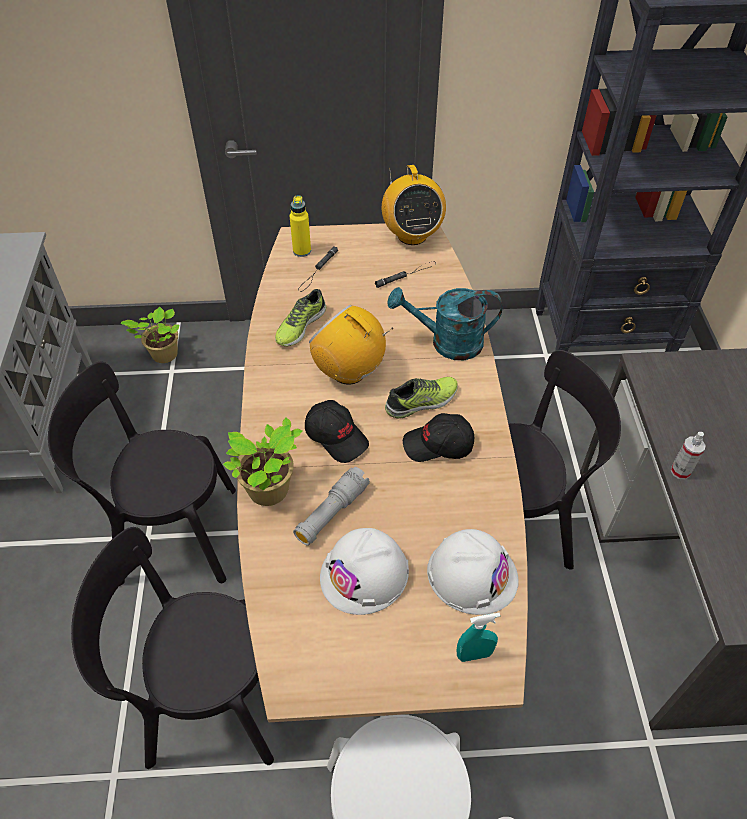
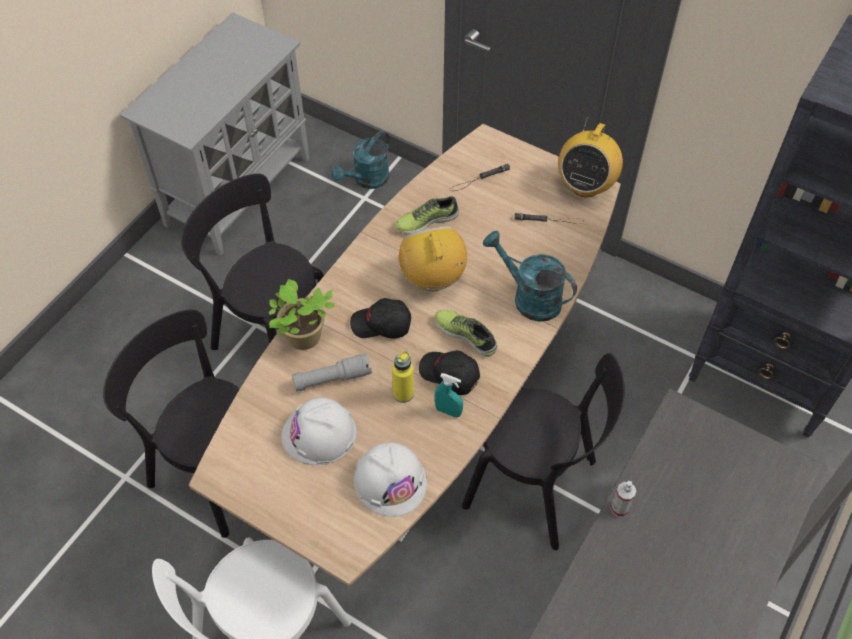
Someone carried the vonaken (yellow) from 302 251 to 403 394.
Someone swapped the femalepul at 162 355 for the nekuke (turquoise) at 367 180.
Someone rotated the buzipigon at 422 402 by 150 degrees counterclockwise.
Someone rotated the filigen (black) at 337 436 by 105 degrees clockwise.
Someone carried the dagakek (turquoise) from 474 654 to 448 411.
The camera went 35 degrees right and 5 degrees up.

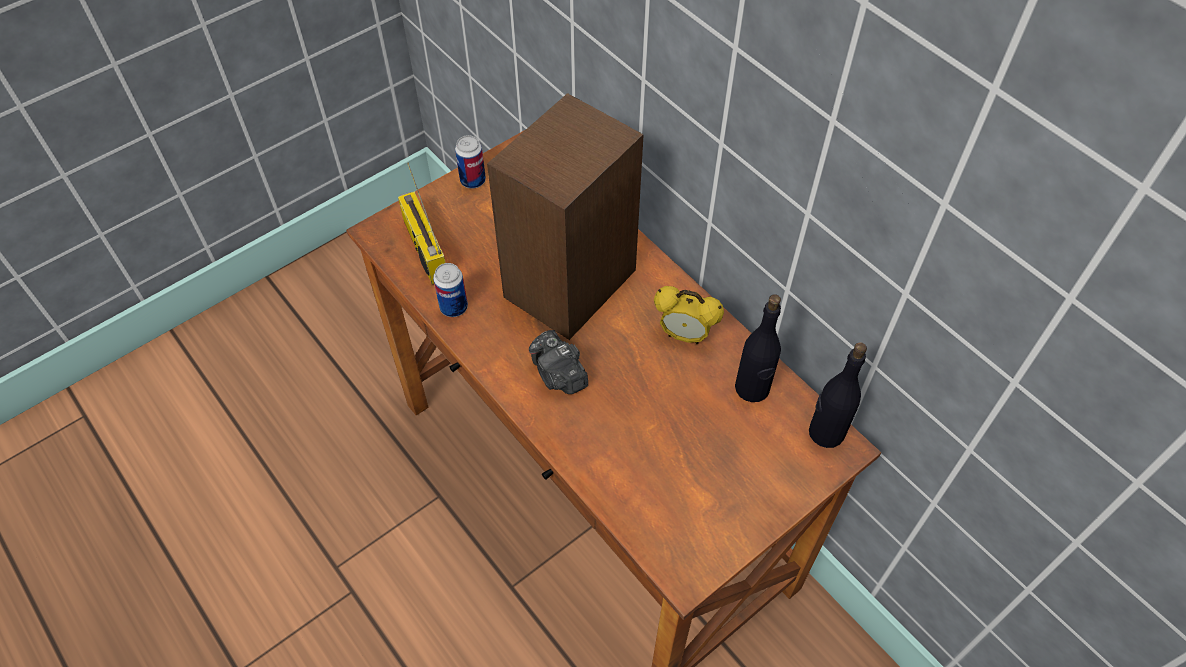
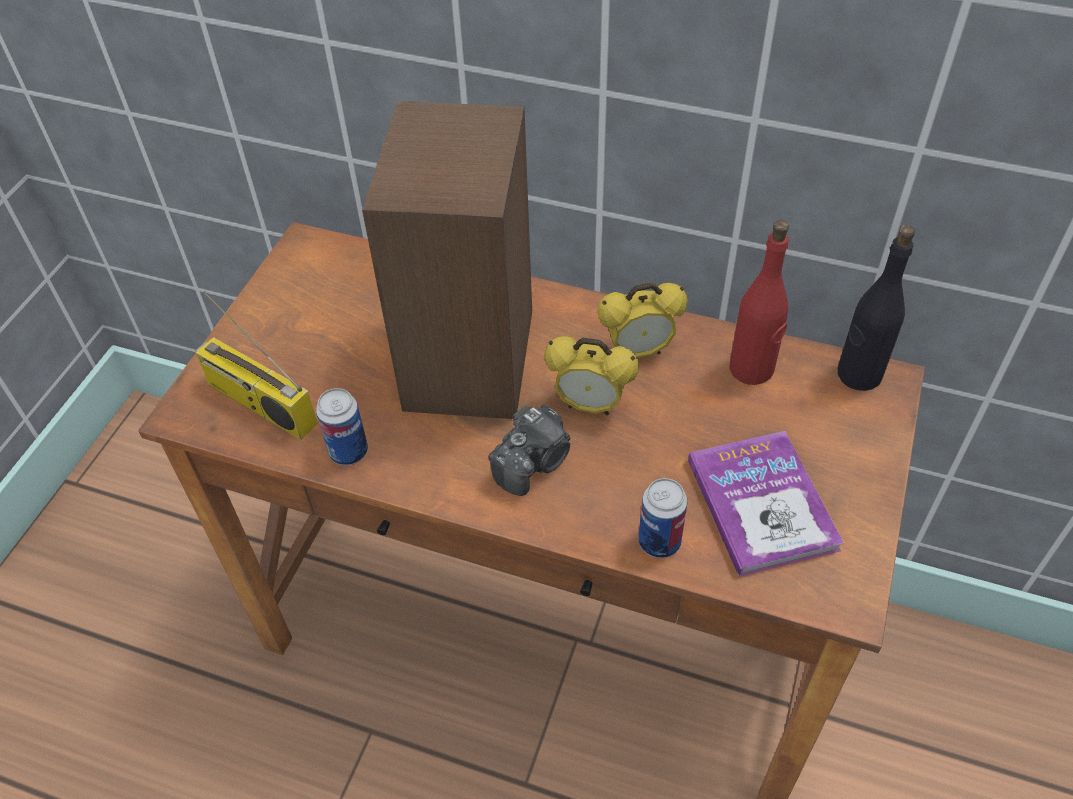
Someone carried the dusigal from 473 180 to 659 542.
Someone repainted the vonaken (black) at 752 388, which became the vonaken (red) at 752 369.
Someone rotated the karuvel at 558 375 by 75 degrees counterclockwise.
Someone put down the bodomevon at 590 405.
Someone put down the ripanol at 761 504.
The camera went 30 degrees left and 5 degrees down.

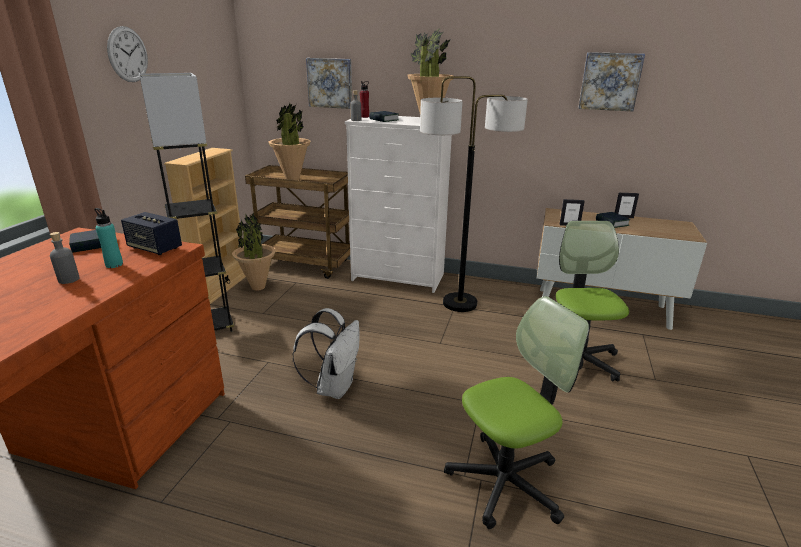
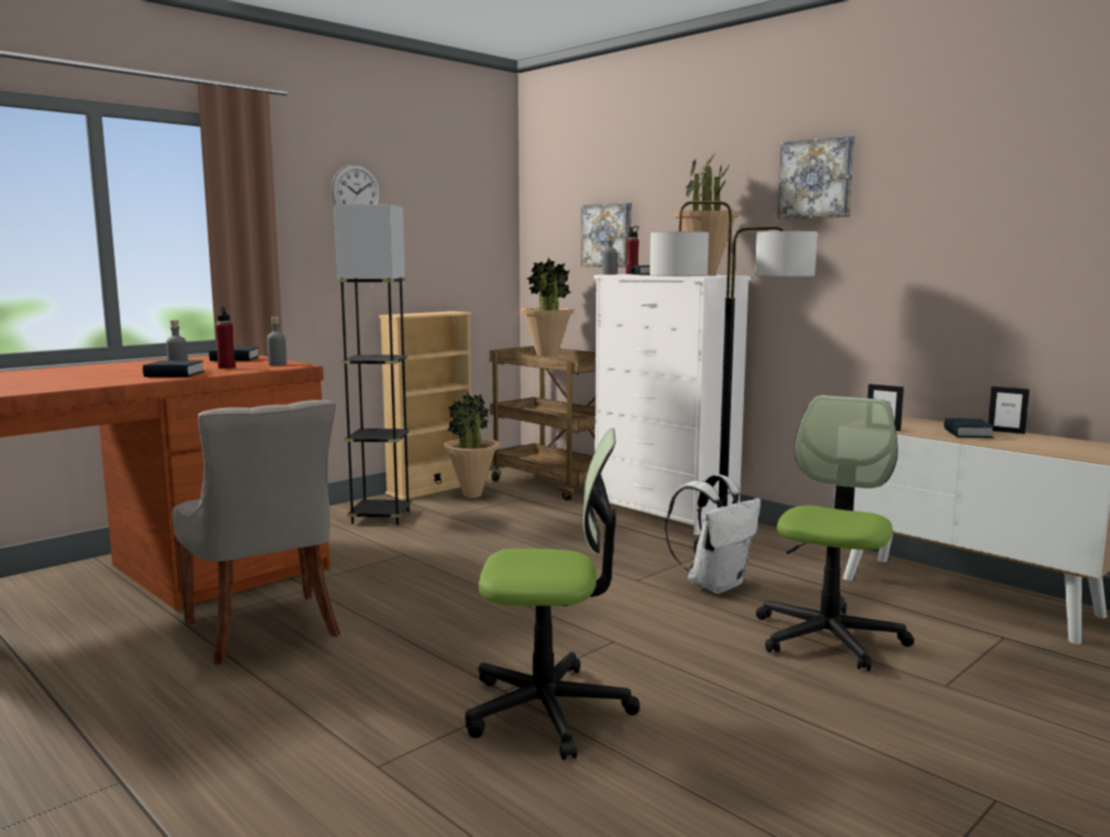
Someone carried the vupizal from 610 81 to 817 179.
Someone repainted the vonaken (turquoise) at 114 264, which became the vonaken (red) at 226 367.
Someone swapped the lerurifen at 155 248 for the vonaken (grey) at 277 364.
Someone carried the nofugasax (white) from 334 387 to 715 584.
Someone put down the ripanol at 174 375.
Someone put down the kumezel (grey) at 265 629.
The camera went 30 degrees right and 15 degrees down.

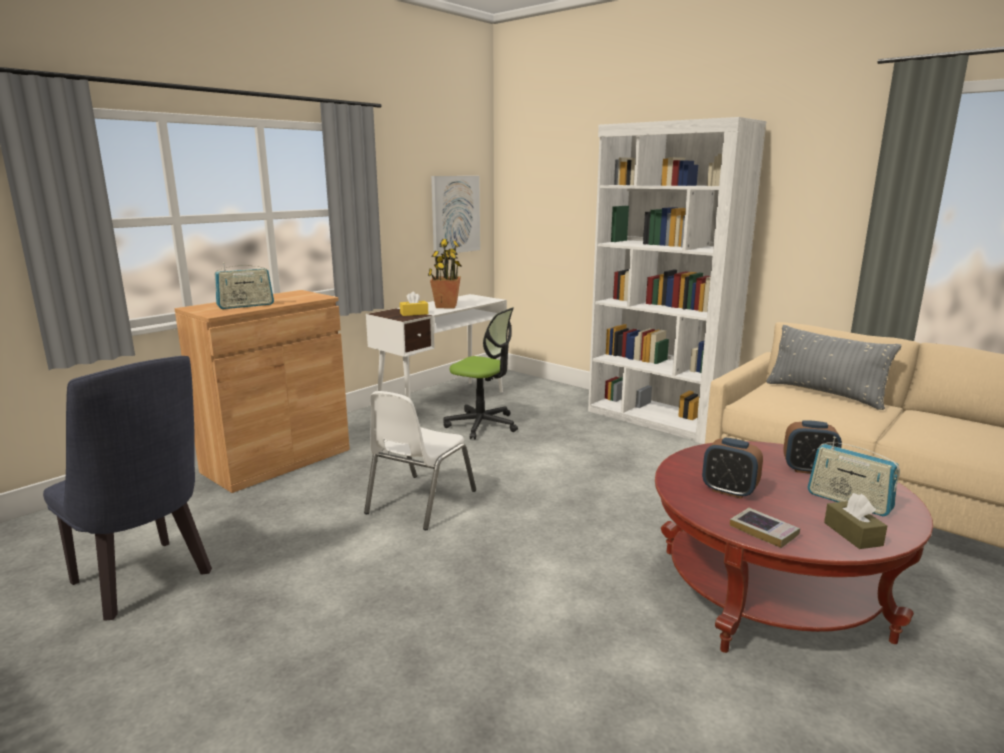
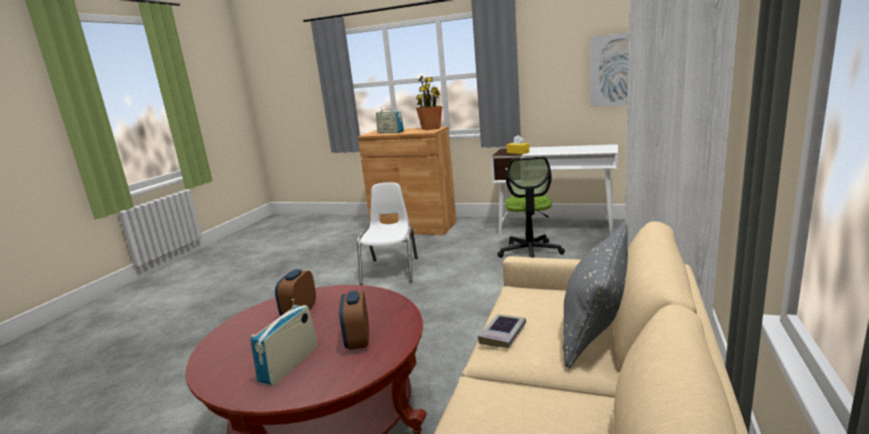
Someone carried the femalepul from 446 306 to 430 128.
Someone took away the kumezel (blue) at 147 582.
Someone rotated the kumezel (white) at 420 502 by 90 degrees clockwise.
Someone took away the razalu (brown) at 852 534.
Someone carried the ripanol from 763 531 to 503 334.
The camera went 70 degrees right and 0 degrees up.

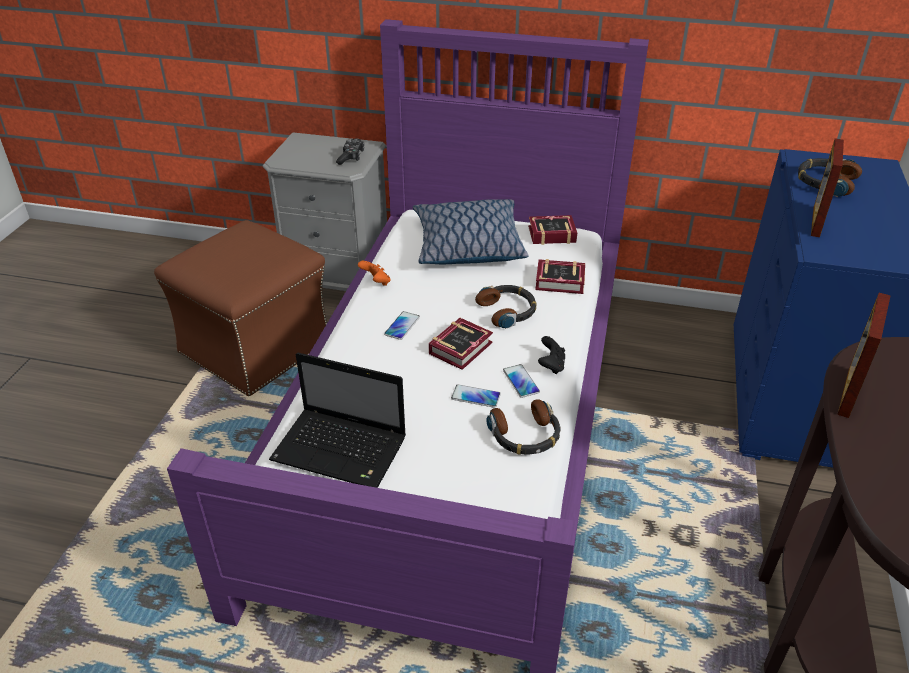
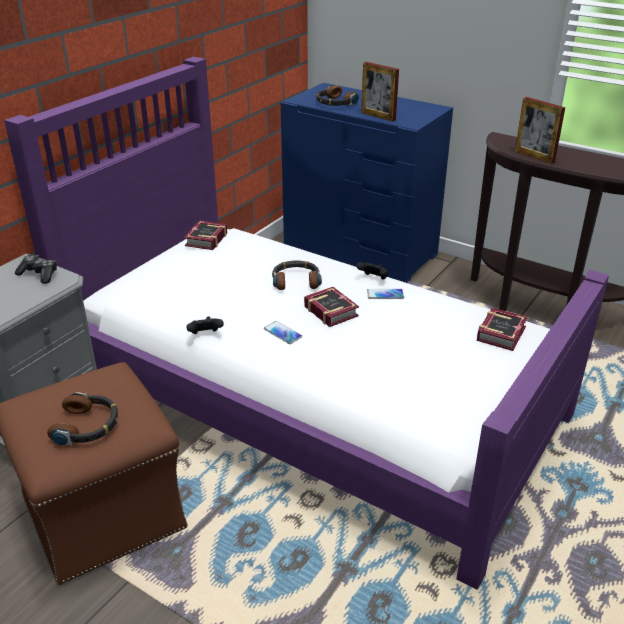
Someone took away the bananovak at 467 245.
Someone carried the ripanol from 562 282 to 503 333.
Someone repainted the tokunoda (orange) at 376 282, which became the tokunoda (black) at 205 335.
Someone took away the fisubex at 342 450.
Someone took away the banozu at 475 397.
Someone carried the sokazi from 525 435 to 87 426.
The camera went 70 degrees left and 5 degrees down.

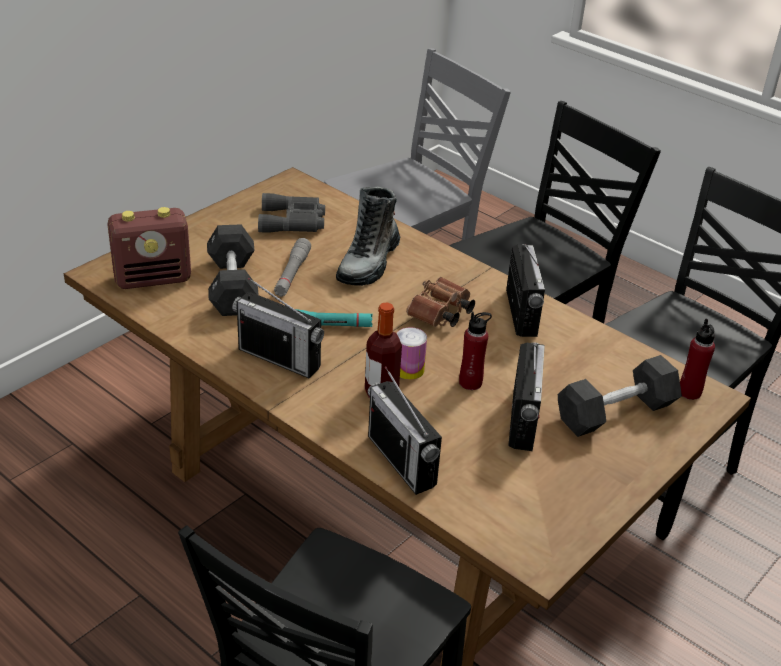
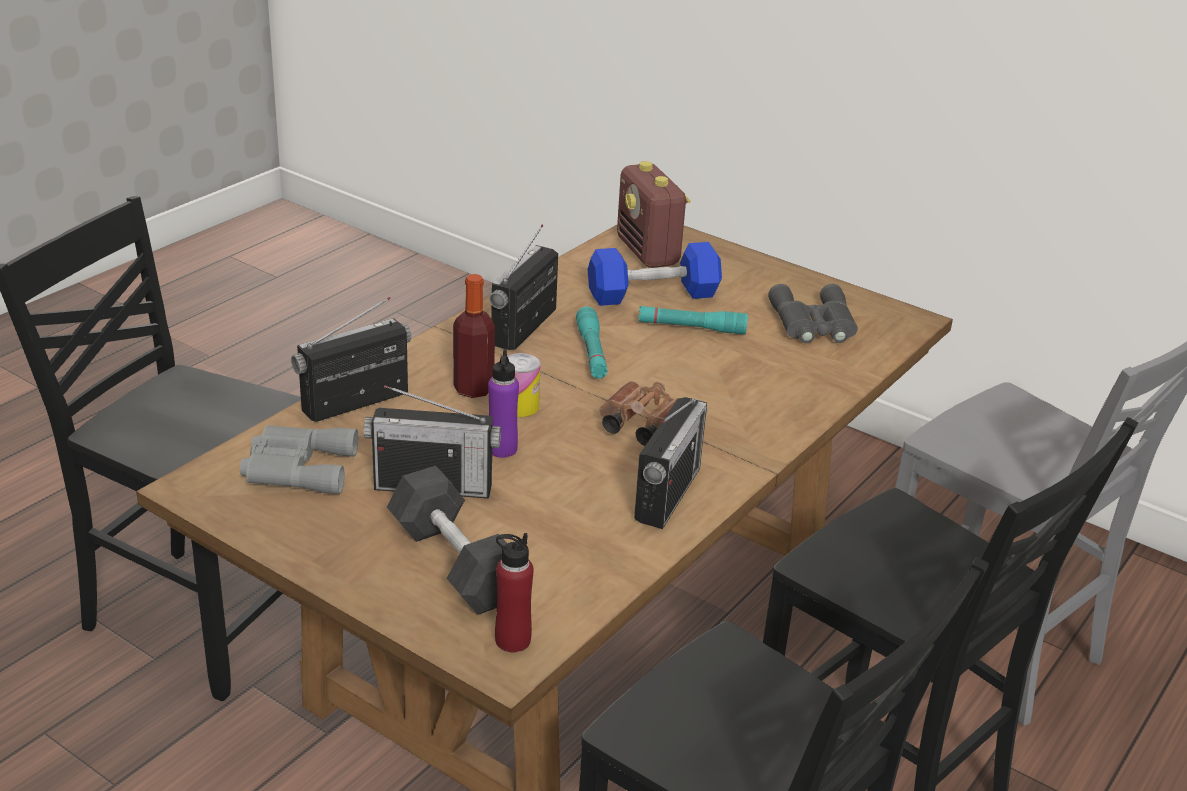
Someone took away the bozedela at 369 263.
Someone repainted the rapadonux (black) at 232 286, which became the rapadonux (blue) at 652 294.
Someone repainted the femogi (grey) at 292 274, which became the femogi (turquoise) at 691 328.
Someone rotated the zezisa at 521 313 by 60 degrees counterclockwise.
Someone repainted the vonaken (red) at 470 382, which became the vonaken (purple) at 502 449.
Someone put down the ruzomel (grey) at 296 467.
The camera went 85 degrees right and 5 degrees down.

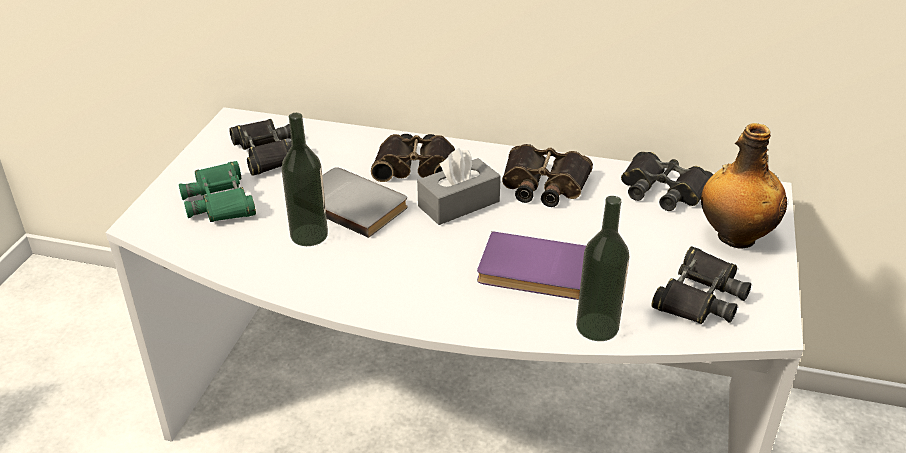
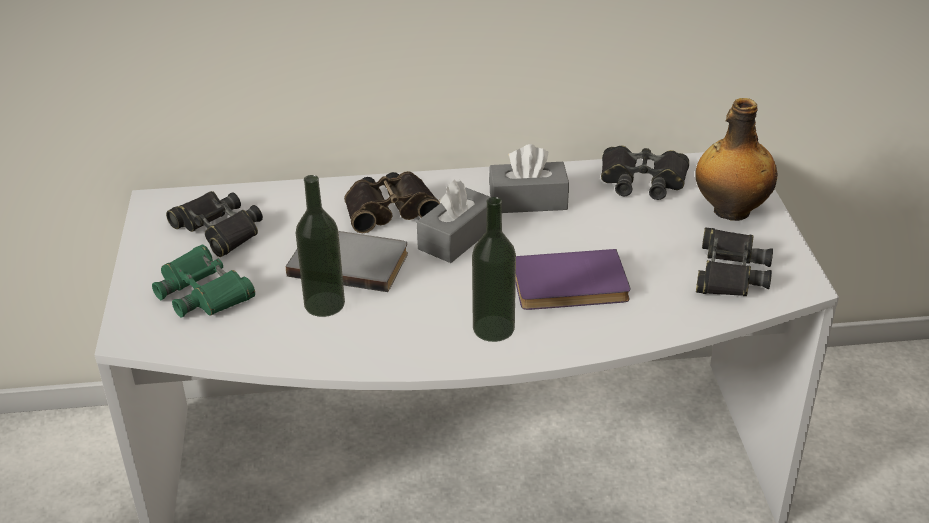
Someone swapped the ruzomel at 543 185 for the razalu (grey) at 528 201.
Someone carried the vonaken from 597 327 to 493 328.
The camera went 20 degrees left and 0 degrees up.

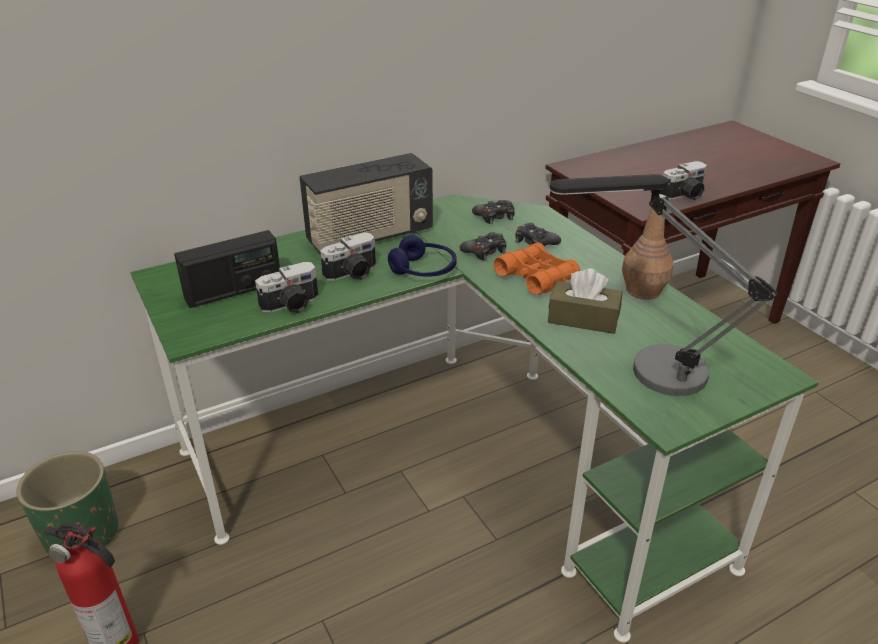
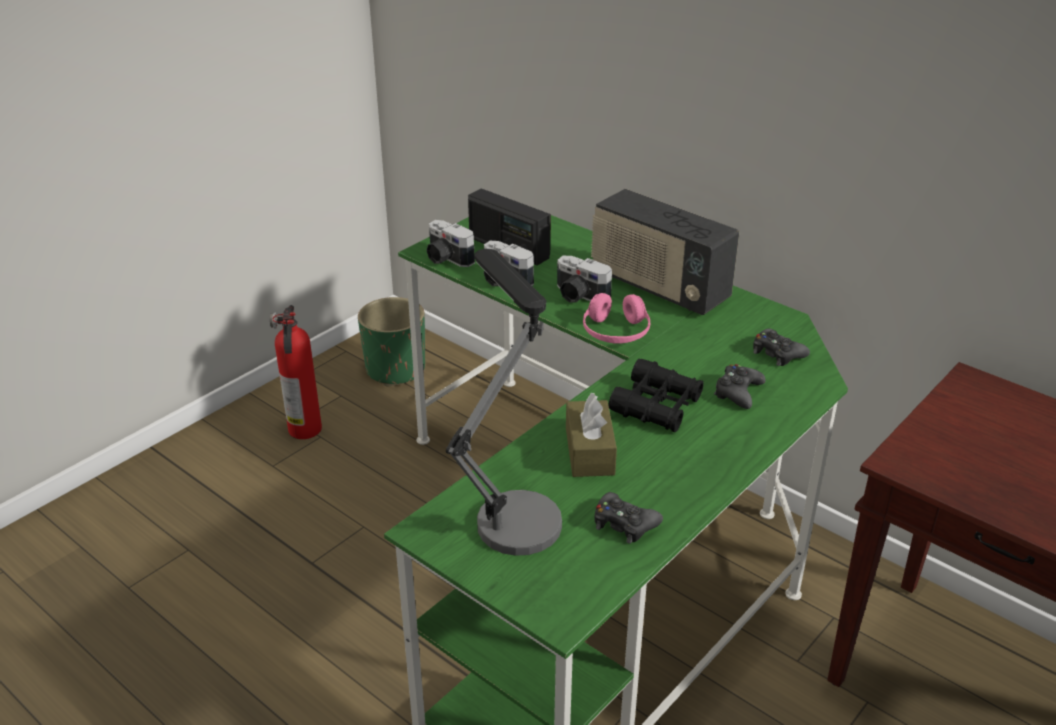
Someone carried the karuvel from 684 195 to 446 258.
Someone took away the vonaken (brown) at 642 291.
Someone carried the tokunoda (black) from 485 251 to 624 524.
Someone repainted the sokazi (blue) at 423 270, which became the sokazi (pink) at 615 332.
Someone repainted the ruzomel (orange) at 536 277, which became the ruzomel (black) at 656 405.
The camera went 70 degrees right and 0 degrees up.

